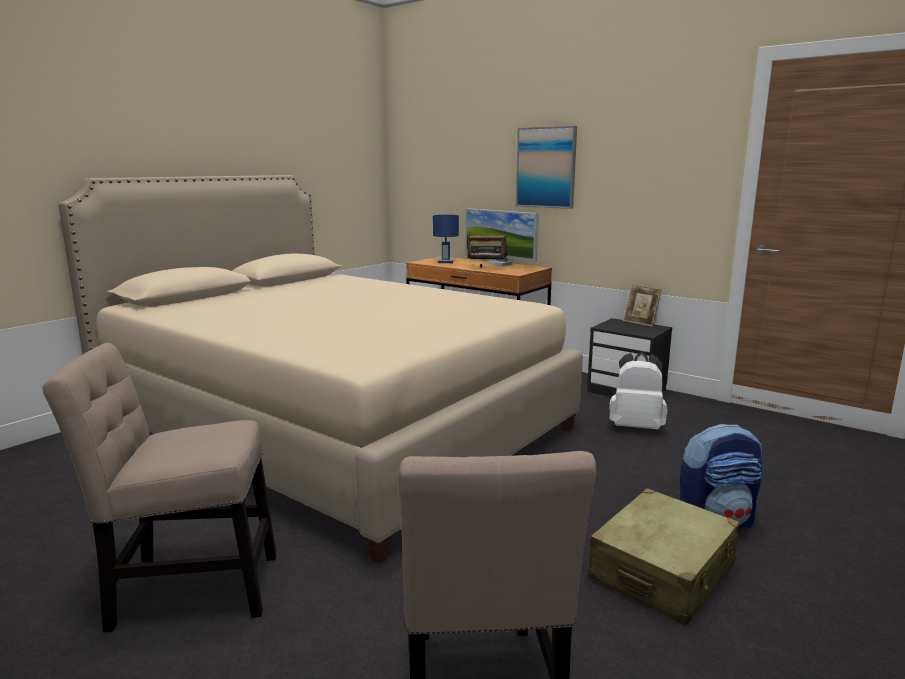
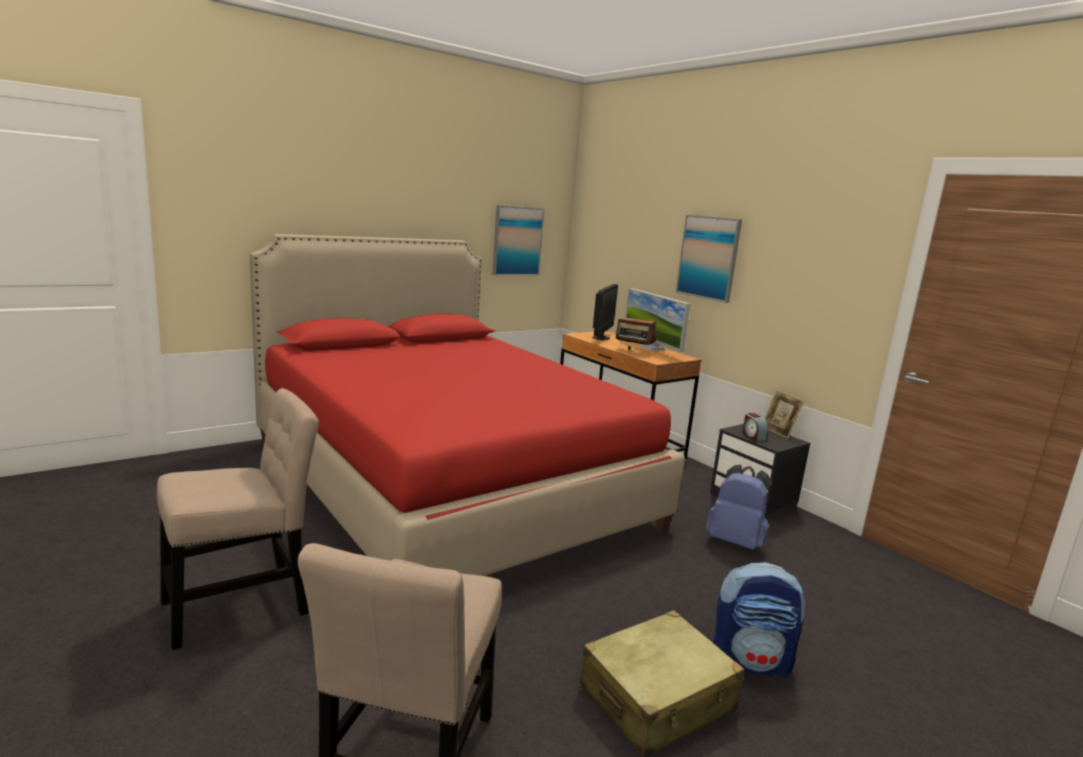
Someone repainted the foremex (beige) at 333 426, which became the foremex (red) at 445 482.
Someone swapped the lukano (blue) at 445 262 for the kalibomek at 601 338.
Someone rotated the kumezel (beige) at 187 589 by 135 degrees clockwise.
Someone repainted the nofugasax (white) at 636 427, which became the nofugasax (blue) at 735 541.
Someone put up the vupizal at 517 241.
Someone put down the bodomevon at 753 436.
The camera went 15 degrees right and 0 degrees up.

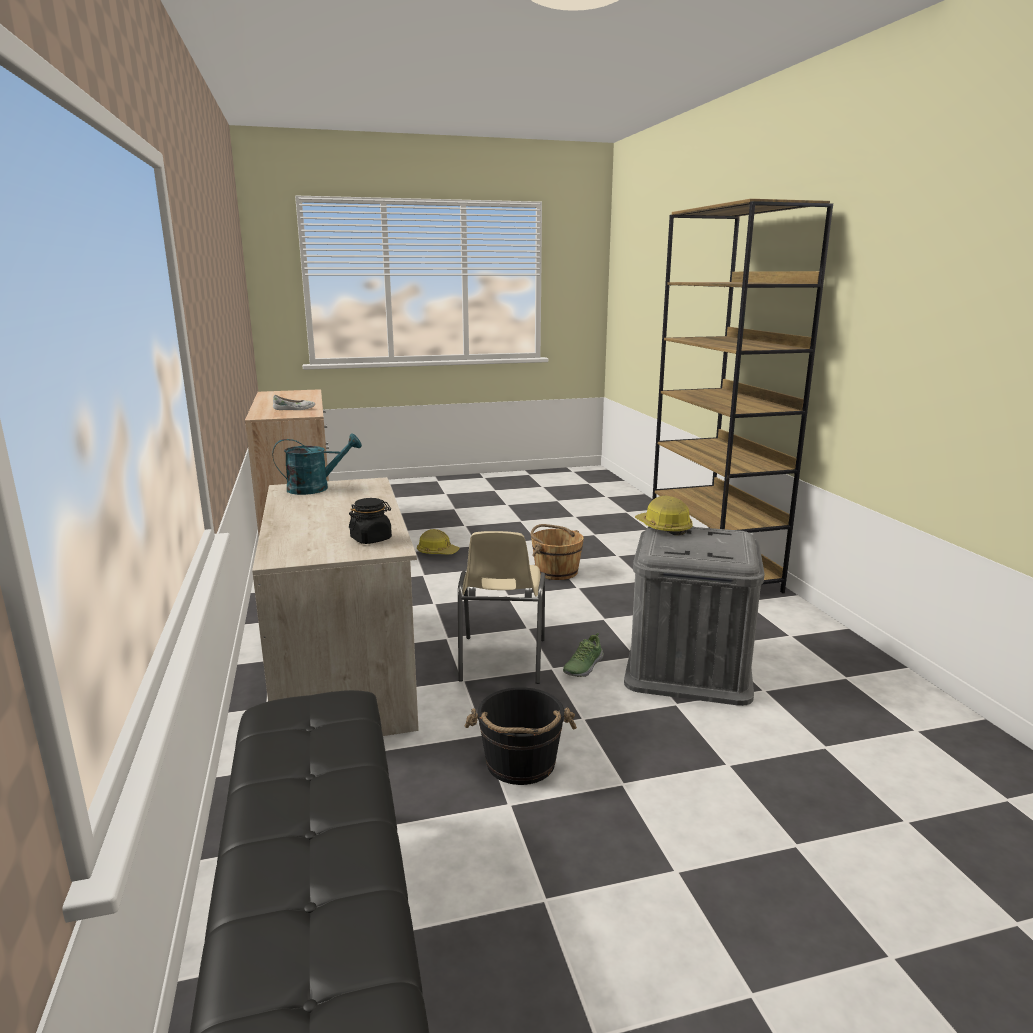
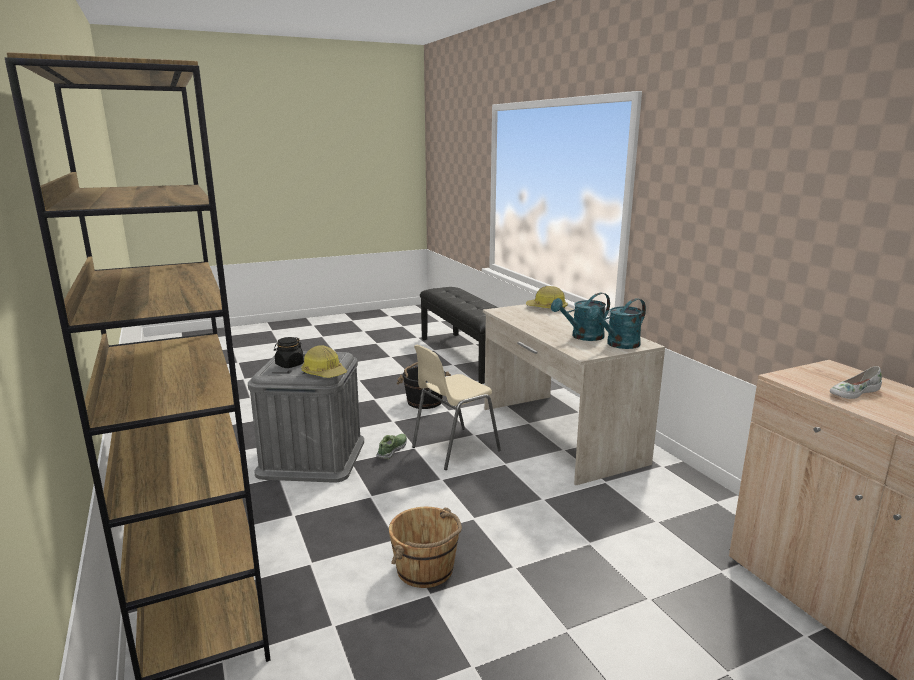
Someone carried the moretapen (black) from 371 539 to 289 365.
Someone carried the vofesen from 437 552 to 547 308.
Someone rotated the kumezel (beige) at 501 661 by 120 degrees counterclockwise.
Someone put down the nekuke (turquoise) at 583 337.
The camera went 170 degrees right and 0 degrees up.

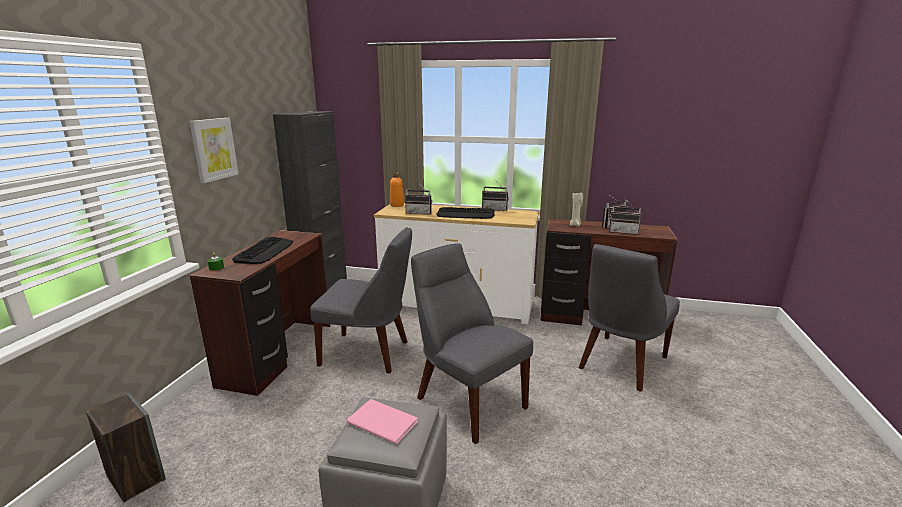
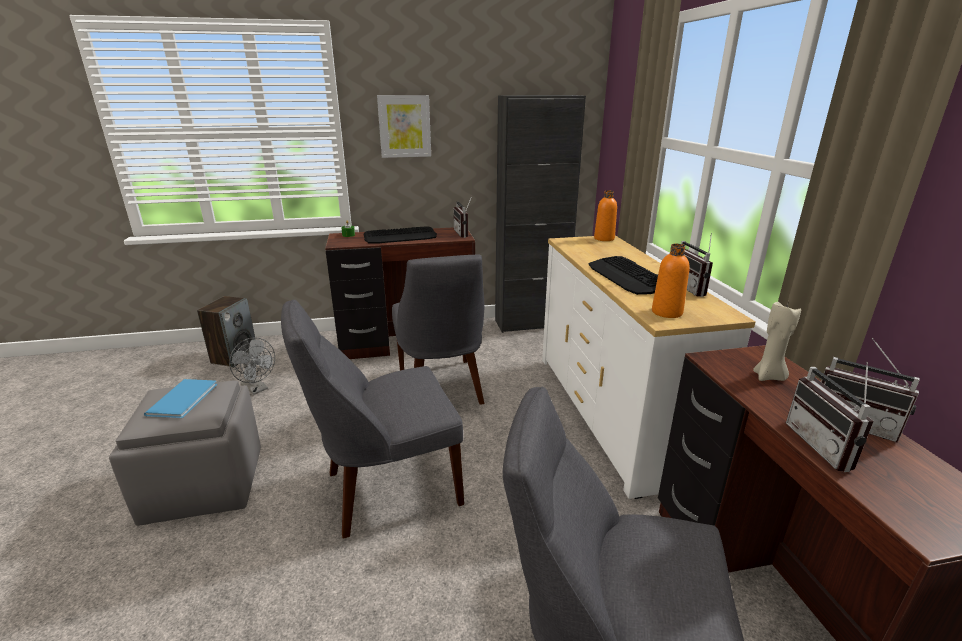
Someone carried the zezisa from 419 213 to 465 234.
Someone rotated the kumezel (grey) at 467 400 by 135 degrees counterclockwise.
Someone repainted the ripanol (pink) at 382 420, which became the ripanol (blue) at 185 398.
Someone put down the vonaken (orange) at 667 312.
Someone put down the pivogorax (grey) at 257 389.
The camera went 65 degrees right and 5 degrees up.

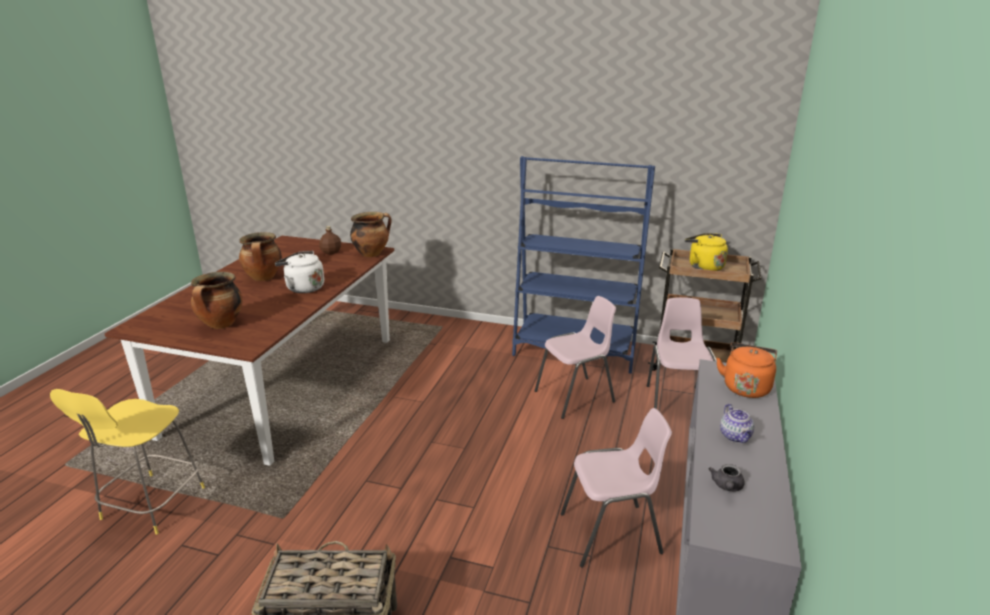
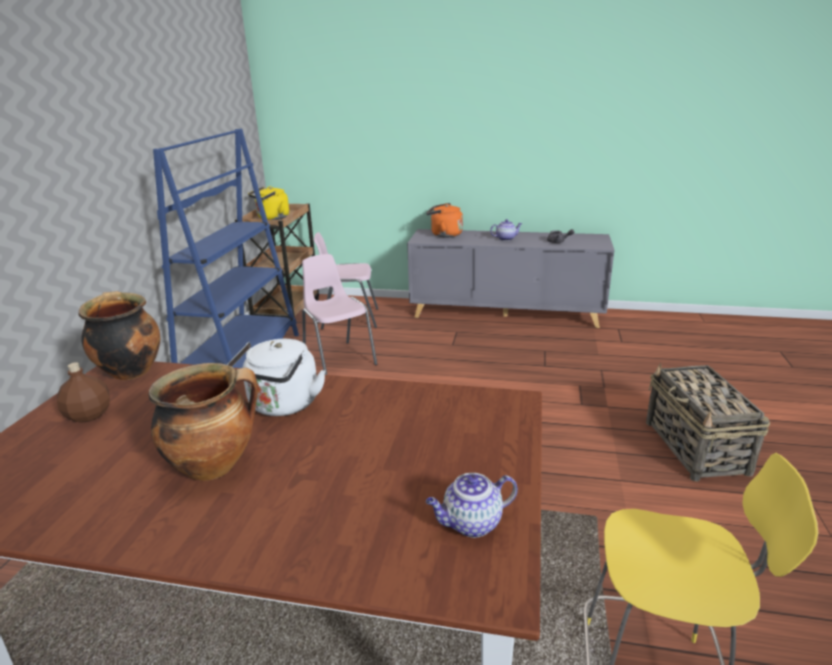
Someone took away the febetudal at 221 325.
Someone took away the kumezel (pink) at 611 534.
Someone put down the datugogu at 471 524.
The camera went 95 degrees left and 0 degrees up.

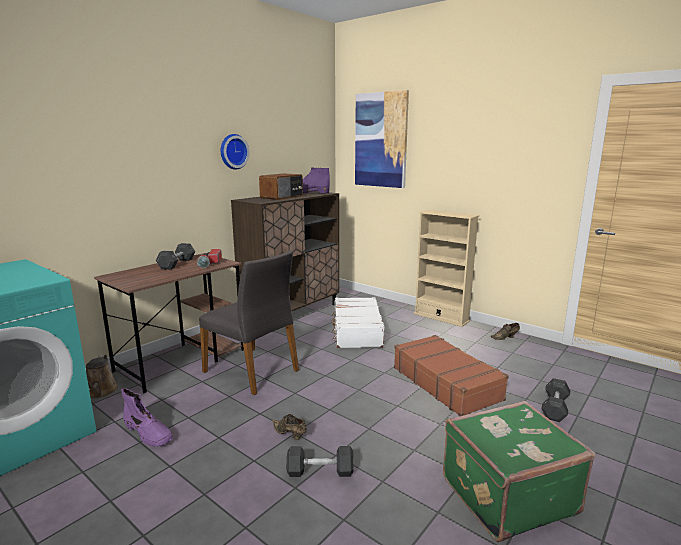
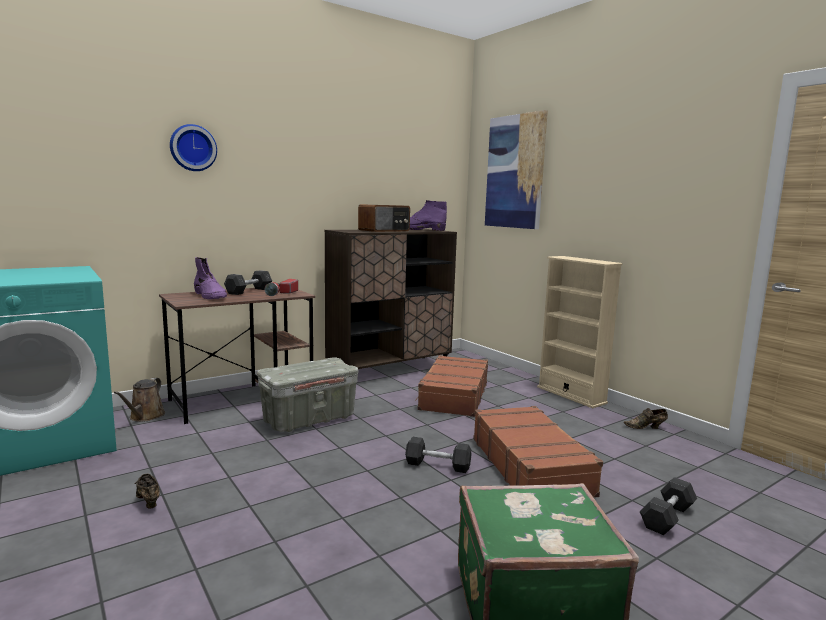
Someone carried the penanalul from 233 151 to 192 148.
Someone swapped the kumezel (grey) at 253 371 for the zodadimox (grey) at 308 419.
Someone repainted the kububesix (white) at 356 331, which became the kububesix (brown) at 453 396.
Someone carried the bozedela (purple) from 148 433 to 210 296.
Someone carried the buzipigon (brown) from 289 434 to 148 501.
Someone carried the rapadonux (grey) from 320 471 to 438 465.
The camera went 15 degrees right and 5 degrees down.

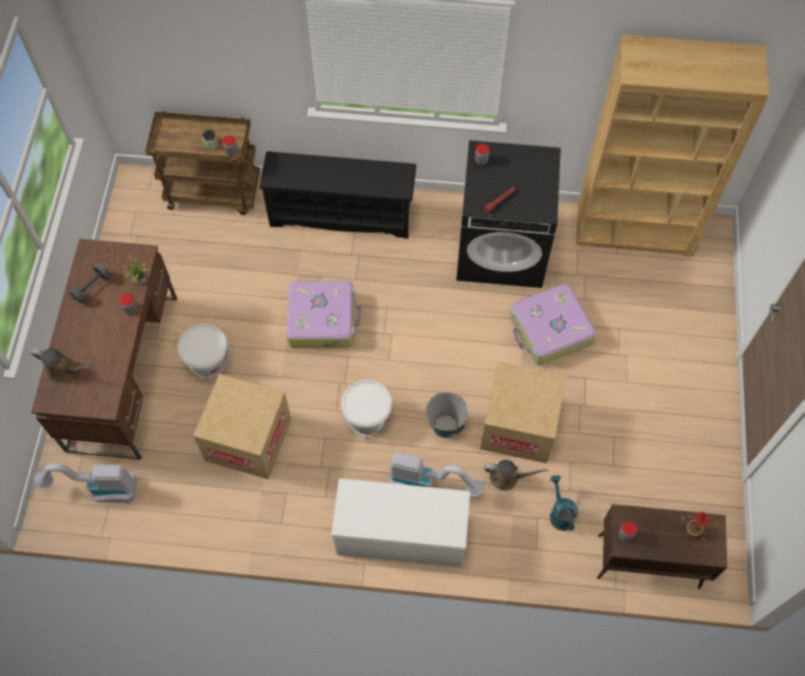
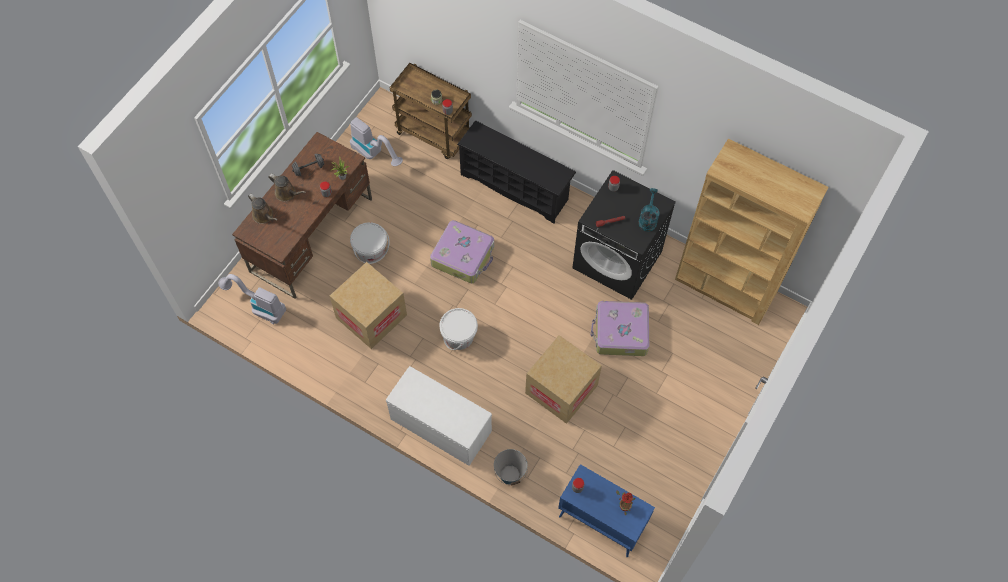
Someone carried the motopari from 445 425 to 510 474.
Someone carried the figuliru from 427 484 to 374 154.
Someone carried the nekuke (brown) from 507 477 to 287 193.
Someone carried the nekuke (turquoise) from 559 513 to 648 219.
Someone repainted the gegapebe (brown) at 647 561, which became the gegapebe (blue) at 600 522.
The camera went 25 degrees right and 0 degrees up.

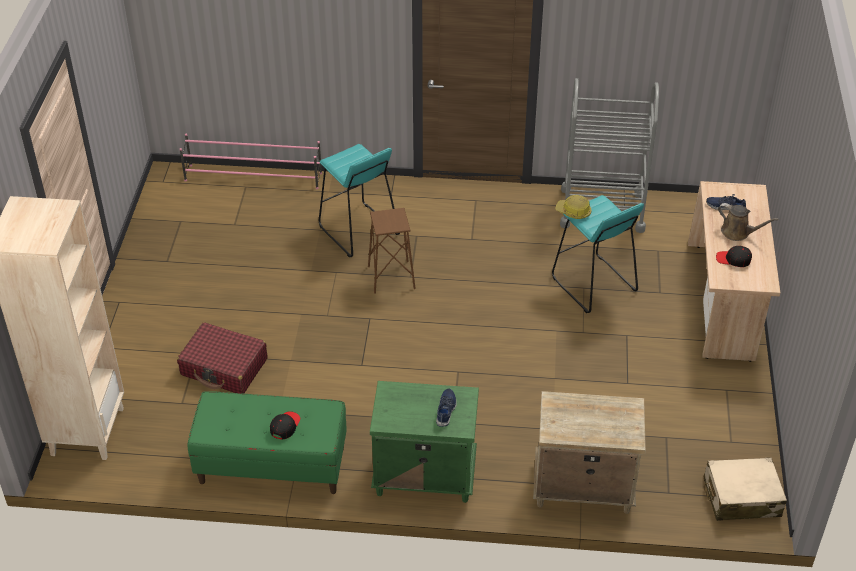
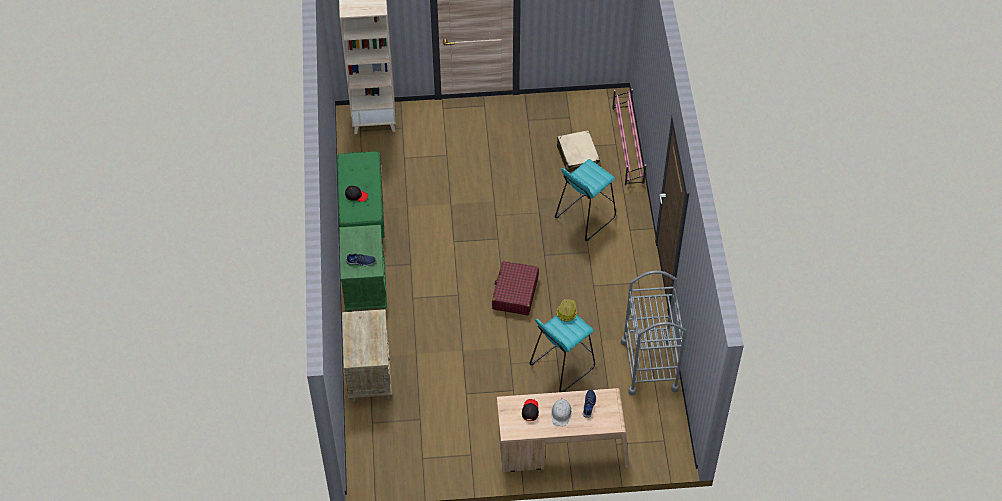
Someone swapped the nekuke (brown) at 738 233 for the vofesen (white) at 561 413.
Someone took away the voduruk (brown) at 391 277.
Someone carried the kububesix (red) from 224 367 to 515 293.
Someone carried the kububesix (beige) from 741 497 to 577 157.
The camera went 80 degrees right and 10 degrees up.

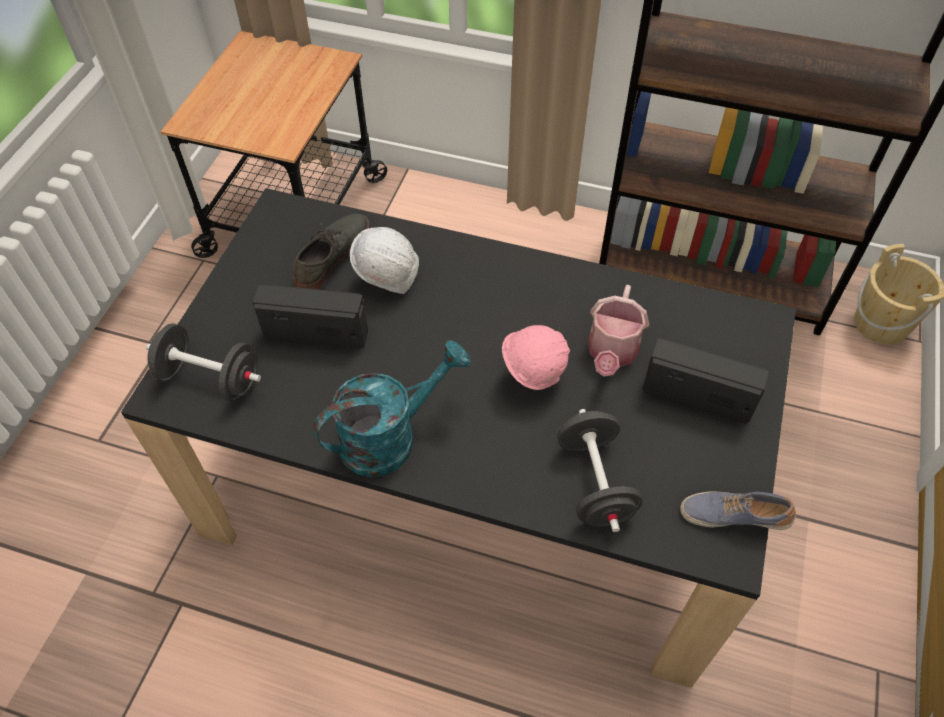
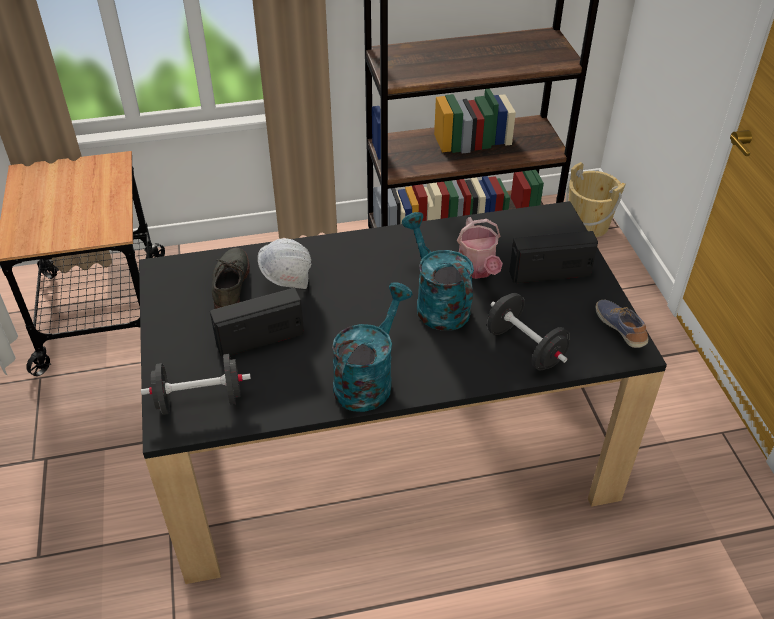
Someone swapped the vofesen (pink) at 532 376 for the nekuke (turquoise) at 437 303.
Someone rotated the buzipigon at 733 515 by 90 degrees clockwise.
The camera went 30 degrees left and 10 degrees down.

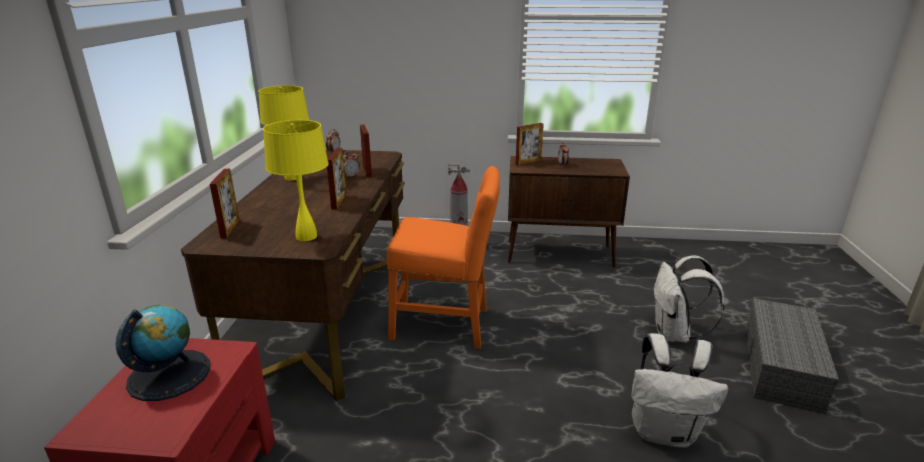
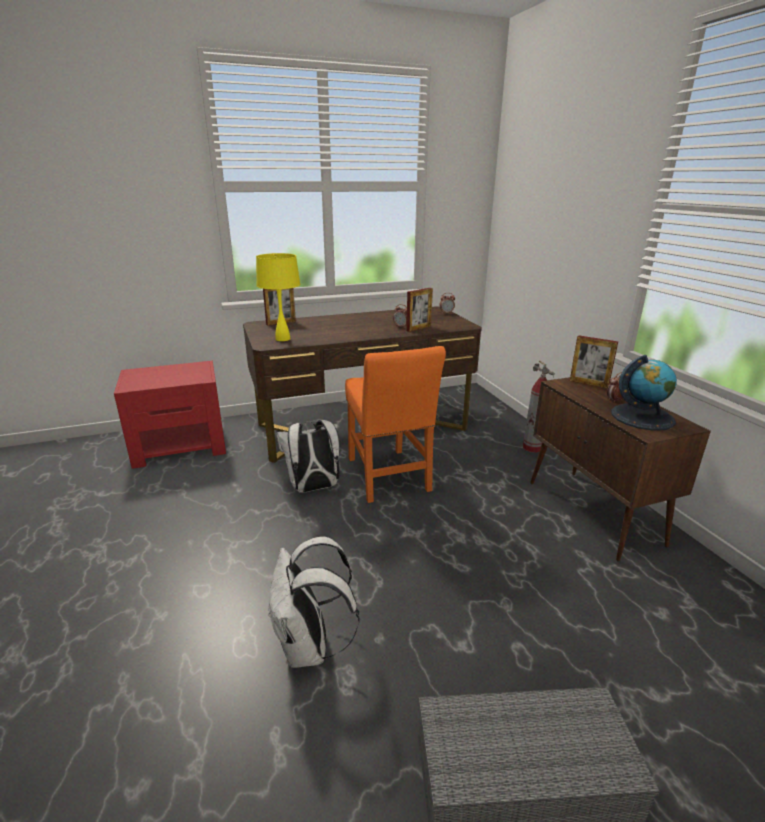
Someone took away the lukano (yellow) at 292 177.
Someone took away the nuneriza at 339 201.
Someone carried the nofugasax (white) from 674 335 to 313 488.
Someone carried the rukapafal from 169 374 to 642 417.
The camera went 65 degrees right and 0 degrees up.

